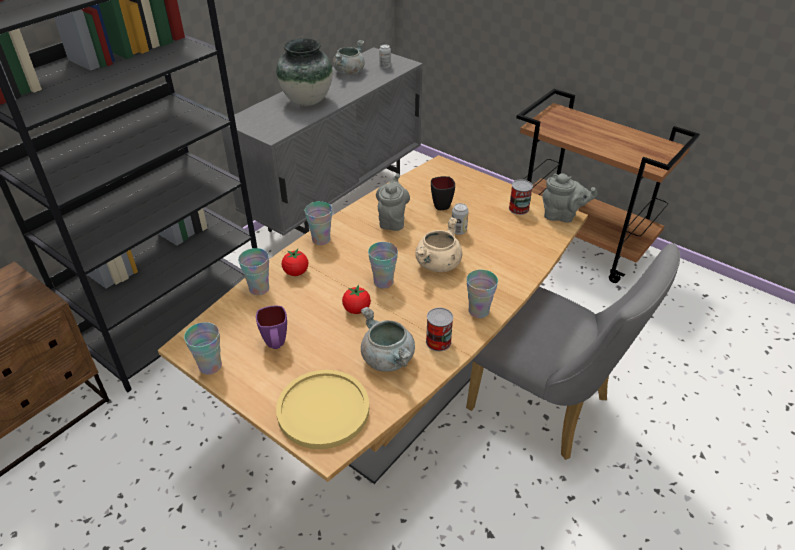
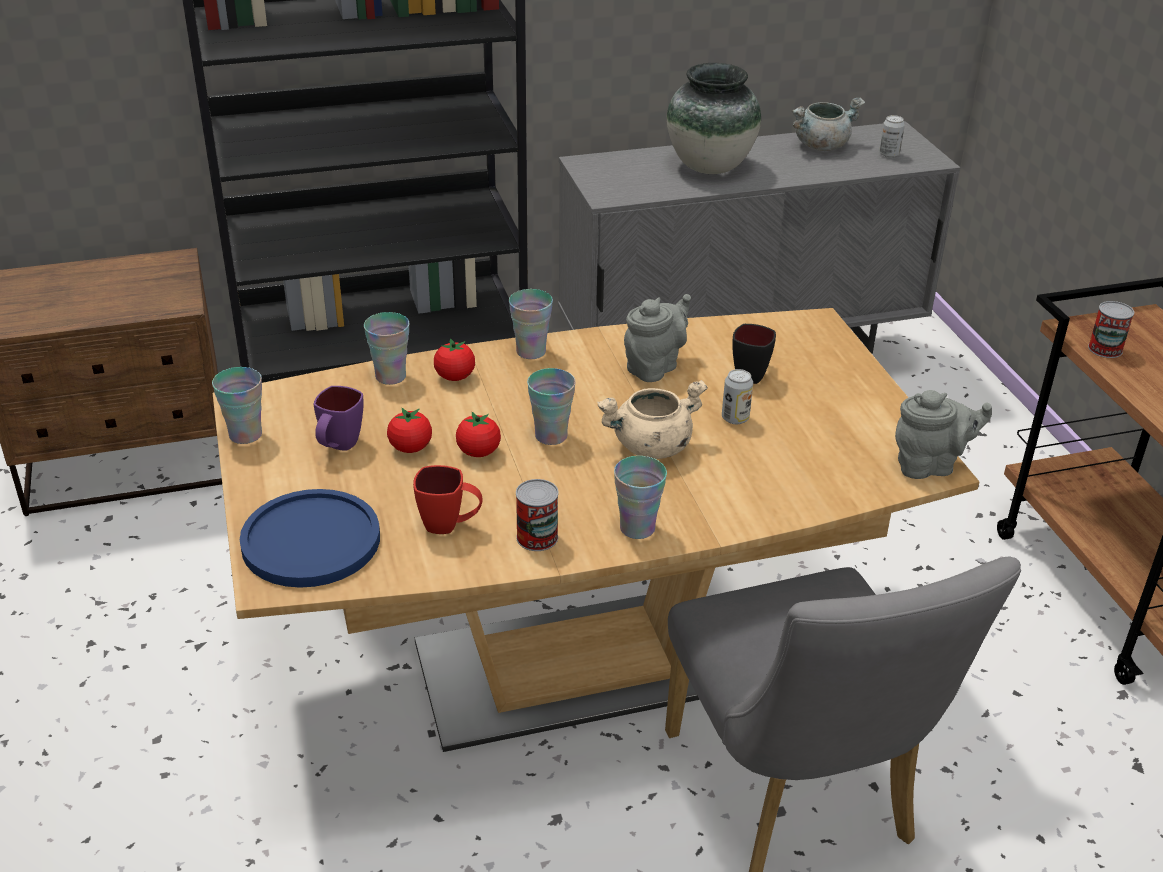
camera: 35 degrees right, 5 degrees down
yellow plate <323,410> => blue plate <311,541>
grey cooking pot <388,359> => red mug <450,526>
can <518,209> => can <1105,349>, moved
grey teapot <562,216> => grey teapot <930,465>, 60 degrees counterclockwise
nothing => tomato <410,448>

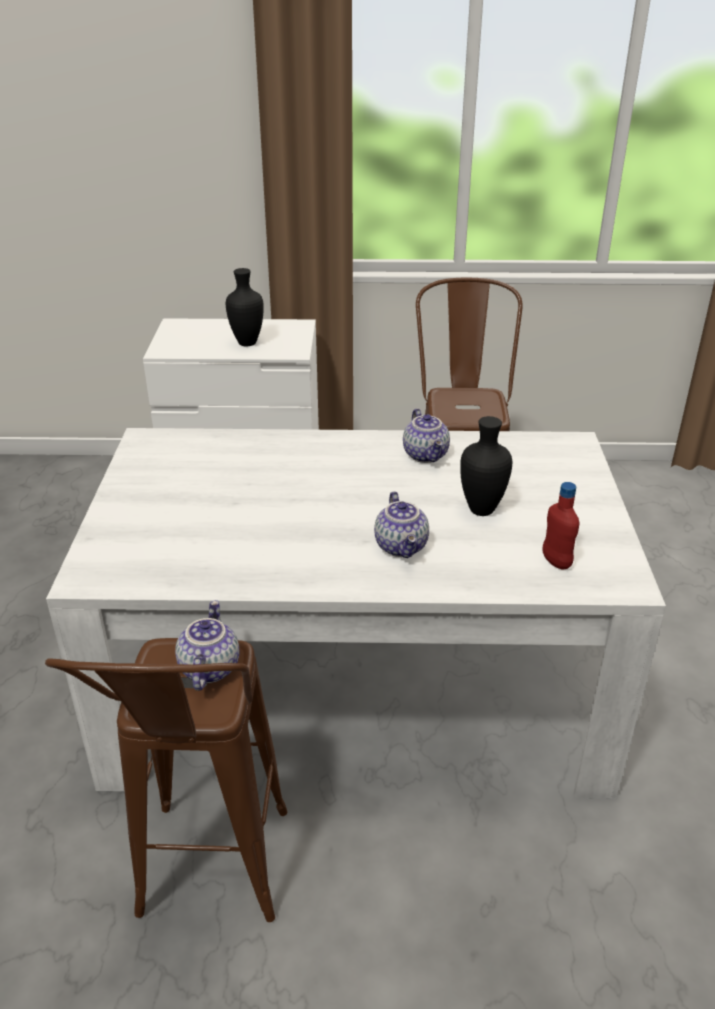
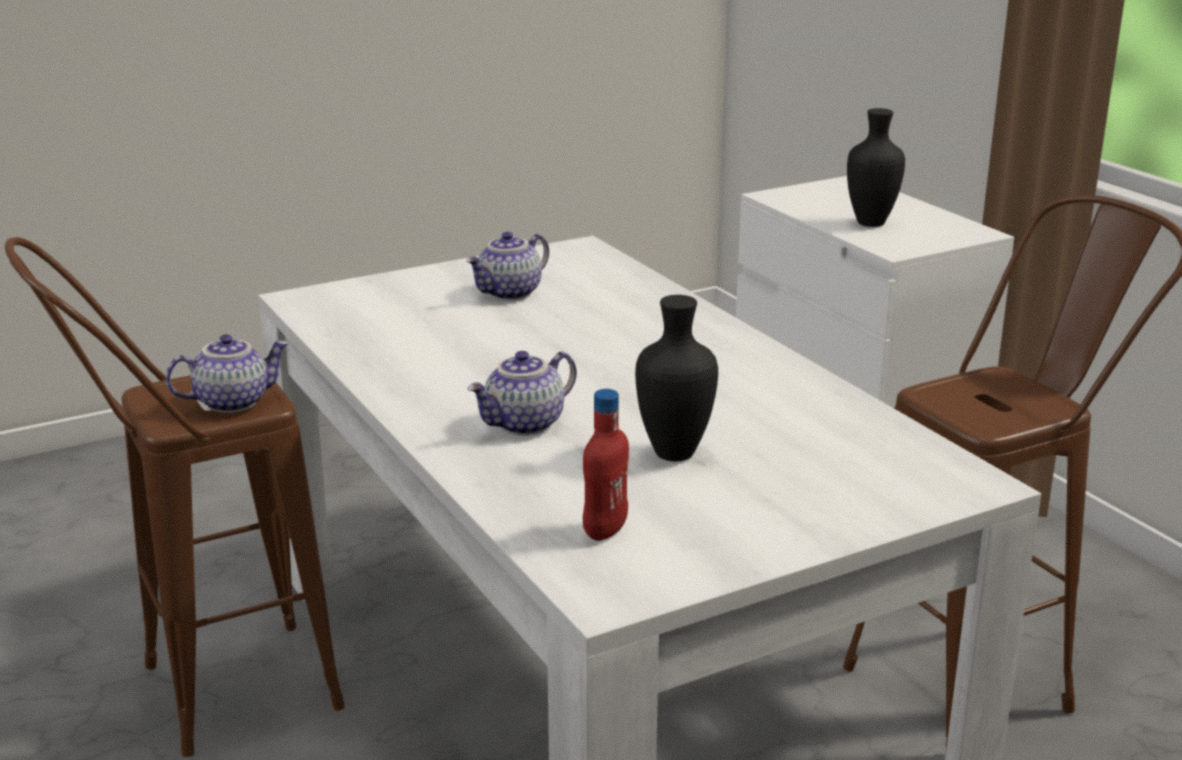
camera: 60 degrees right, 10 degrees down
teapot <426,455> => teapot <510,293>, moved

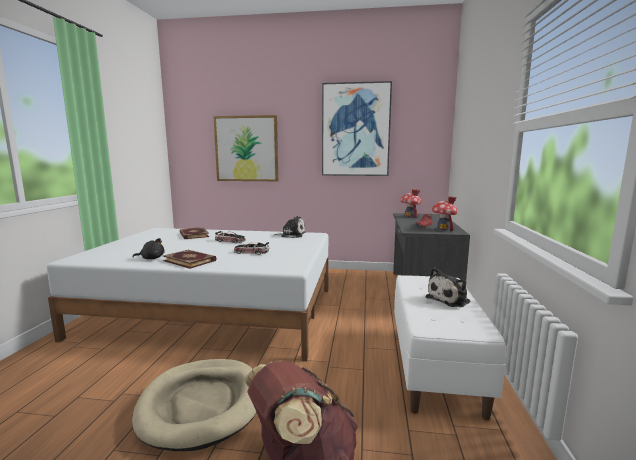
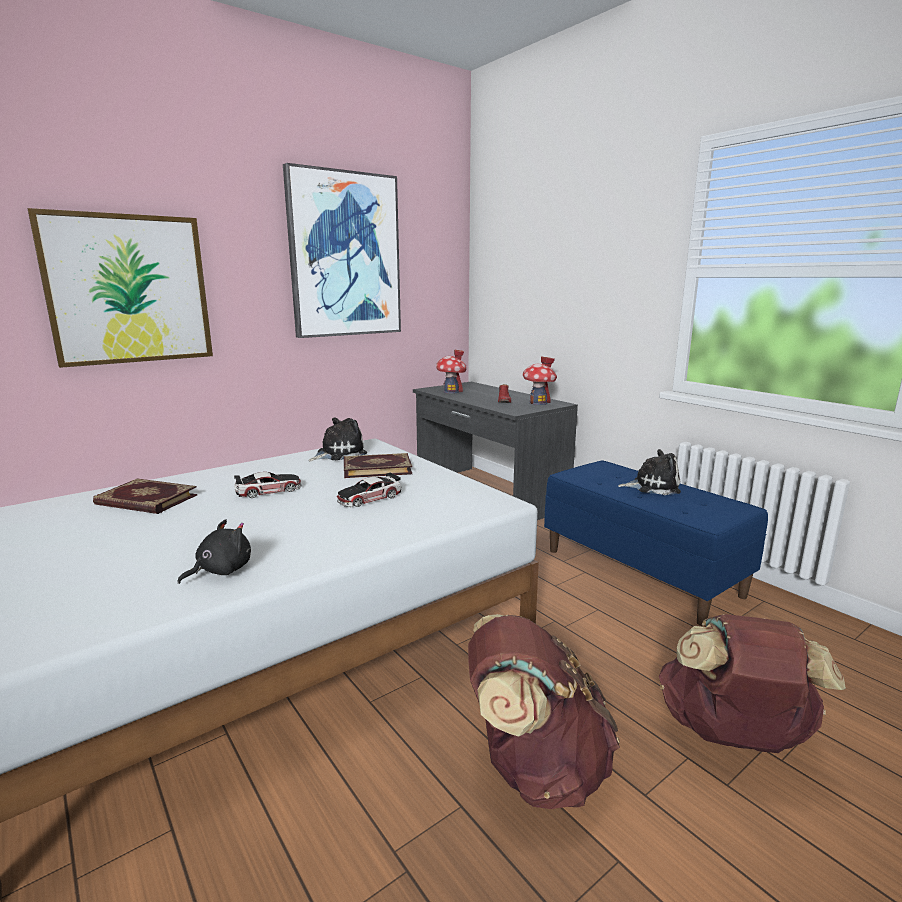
camera: 45 degrees left, 5 degrees up
beige dog bed <201,404> => brown backpack <534,766>
book <190,260> => book <377,468>, moved
white bench <435,367> => blue bench <641,572>
plush toy <449,299> => plush toy <652,486>, 90 degrees counterclockwise

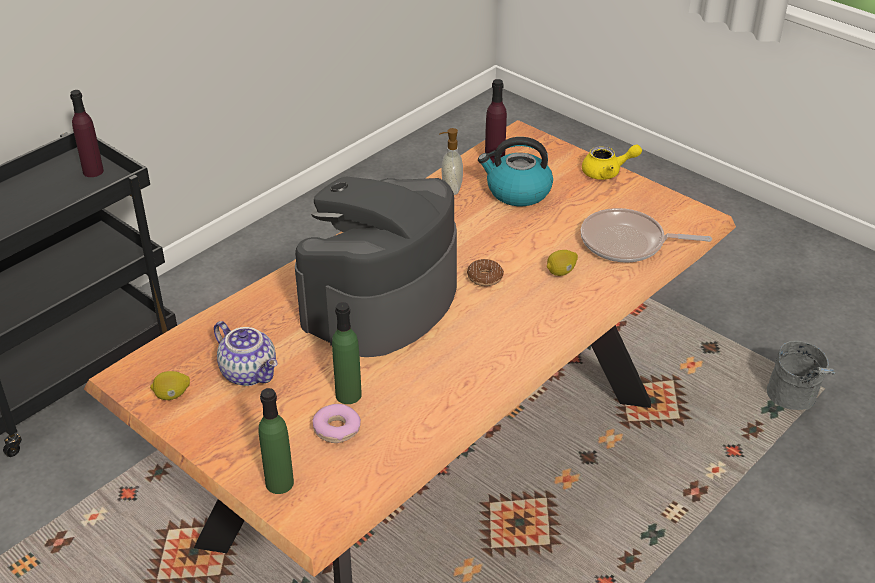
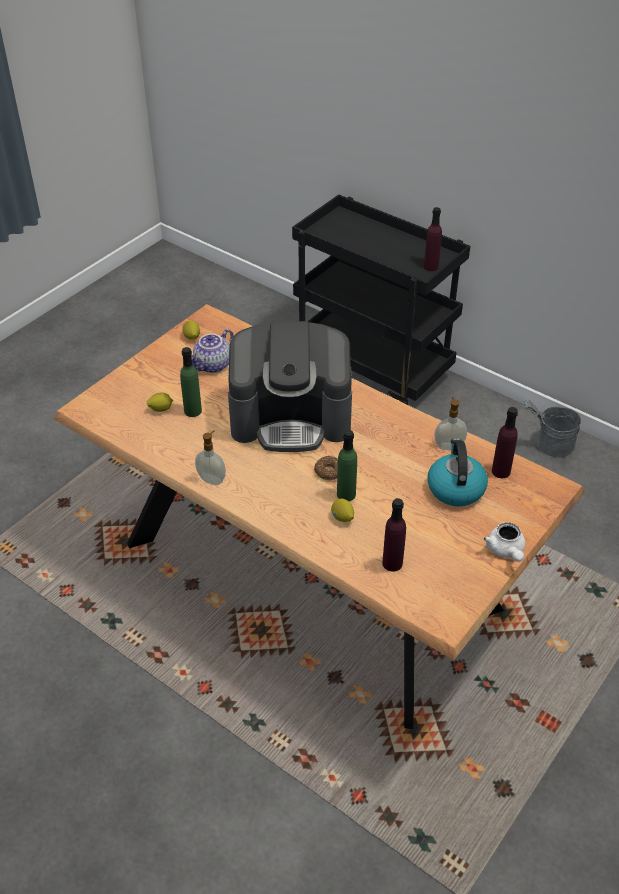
camera: 85 degrees right, 5 degrees up
green bottle <279,483> => green bottle <346,494>, moved
coffee machine <380,302> => coffee machine <291,417>, 150 degrees clockwise
donut <337,429> => lemon <161,409>
frying pan <627,243> => purple bottle <392,563>
yellow teapot <607,172> => white teapot <506,551>
grey bucket <794,401> => grey bucket <548,446>, moved
nothing => soap dispenser <212,479>

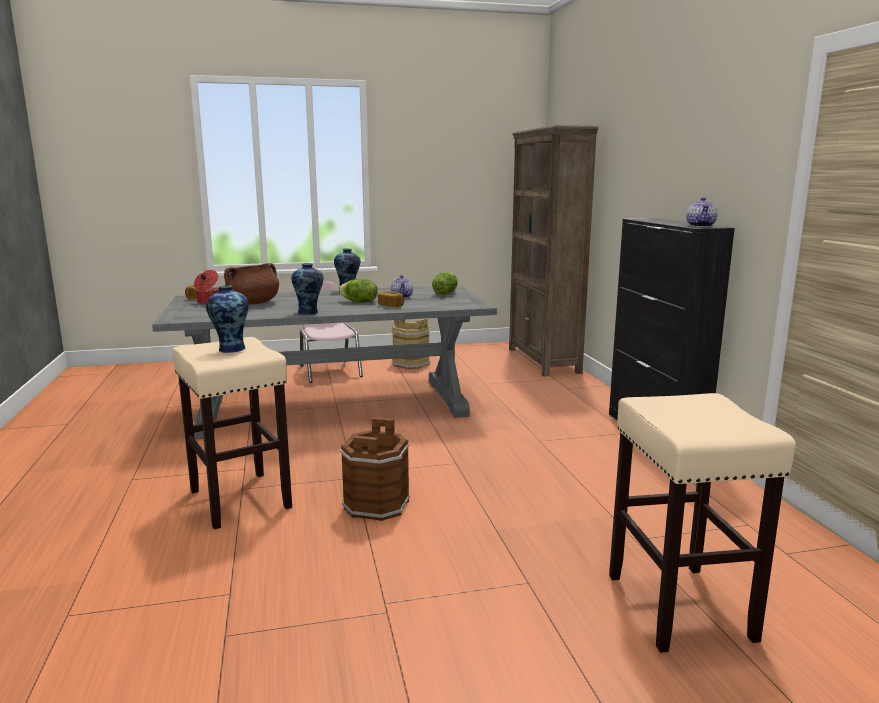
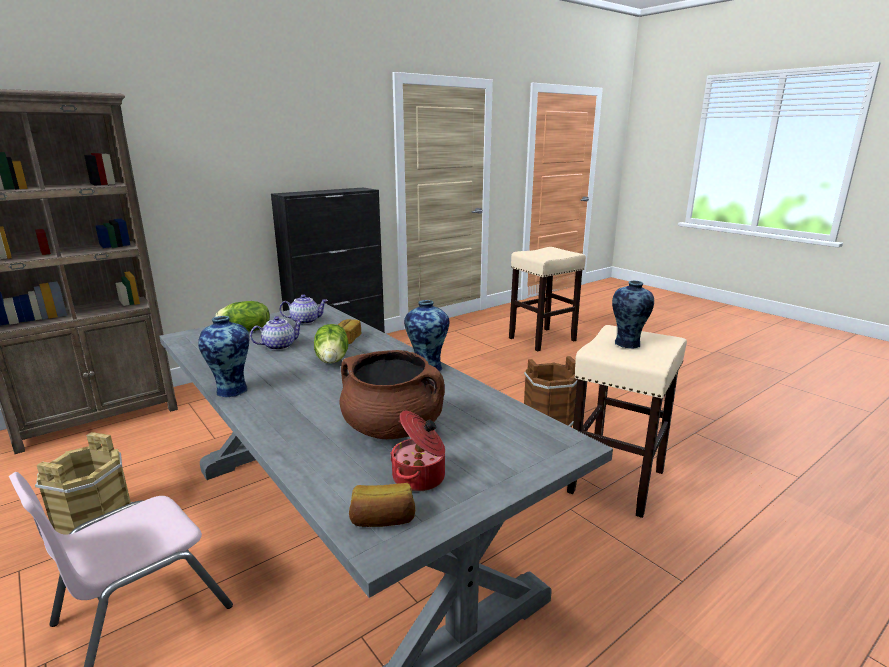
camera: 115 degrees left, 5 degrees up
teapot <701,226> => teapot <305,321>, moved

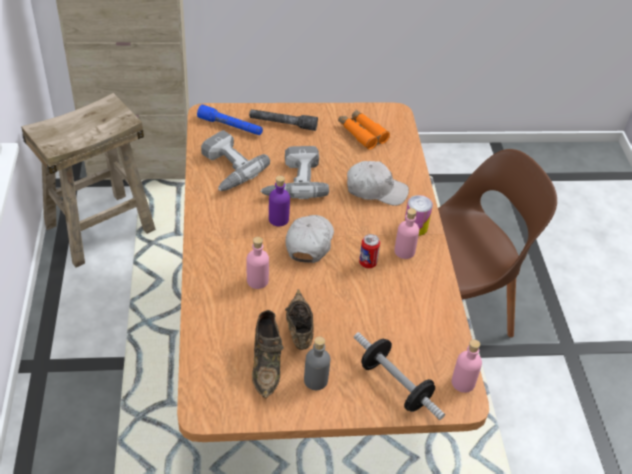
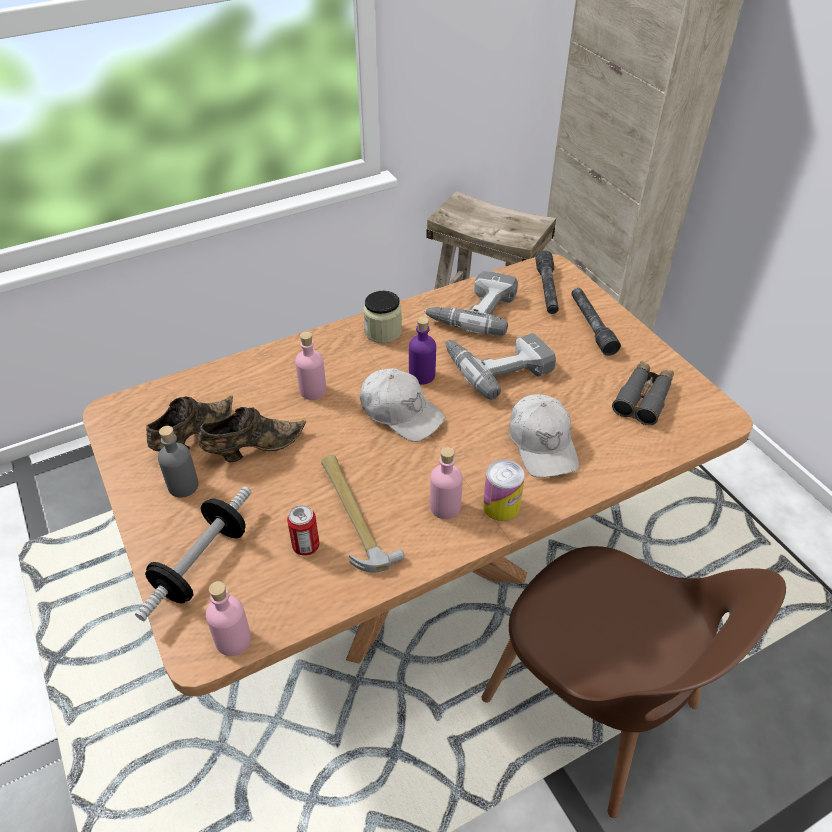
camera: 70 degrees right, 0 degrees up
blue flashlight <230,126> => grey flashlight <547,290>
brown shoe <267,363> => brown shoe <193,437>, 150 degrees clockwise
white cap <309,242> => white cap <401,412>, 45 degrees clockwise
orange binoculars <362,133> => grey binoculars <643,398>
can <367,263> => can <306,546>, moved
nothing => hammer <354,514>
nothing => jar <383,332>

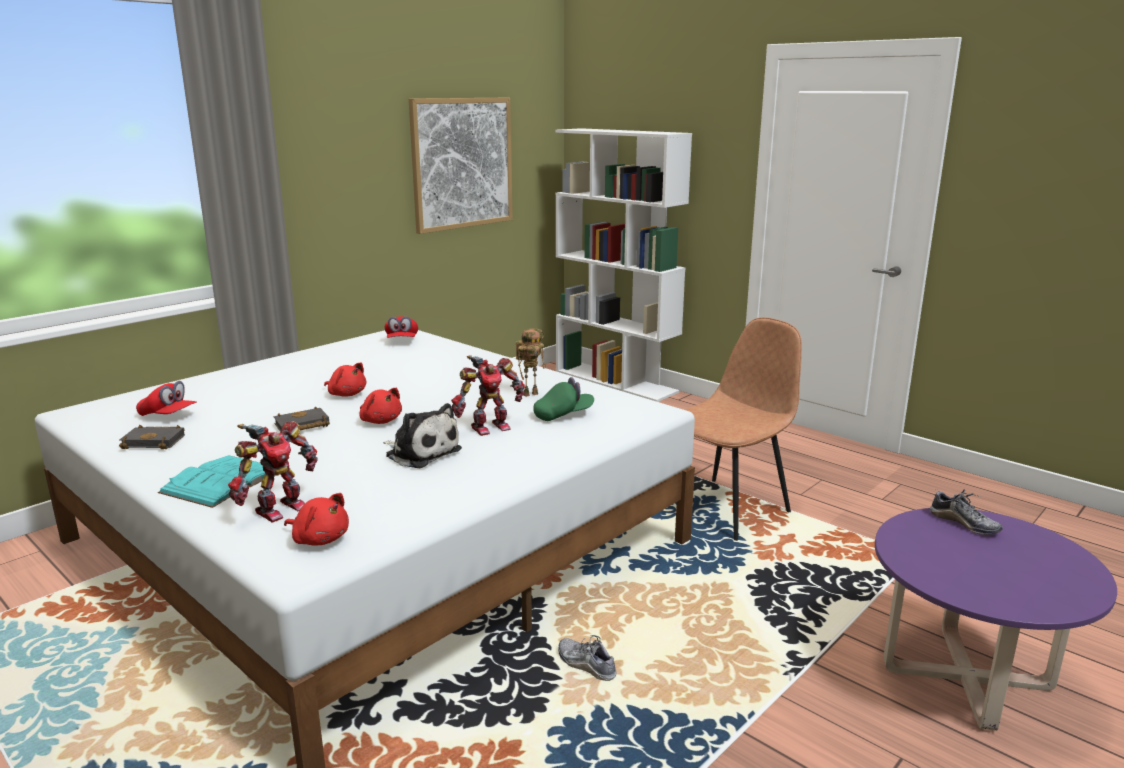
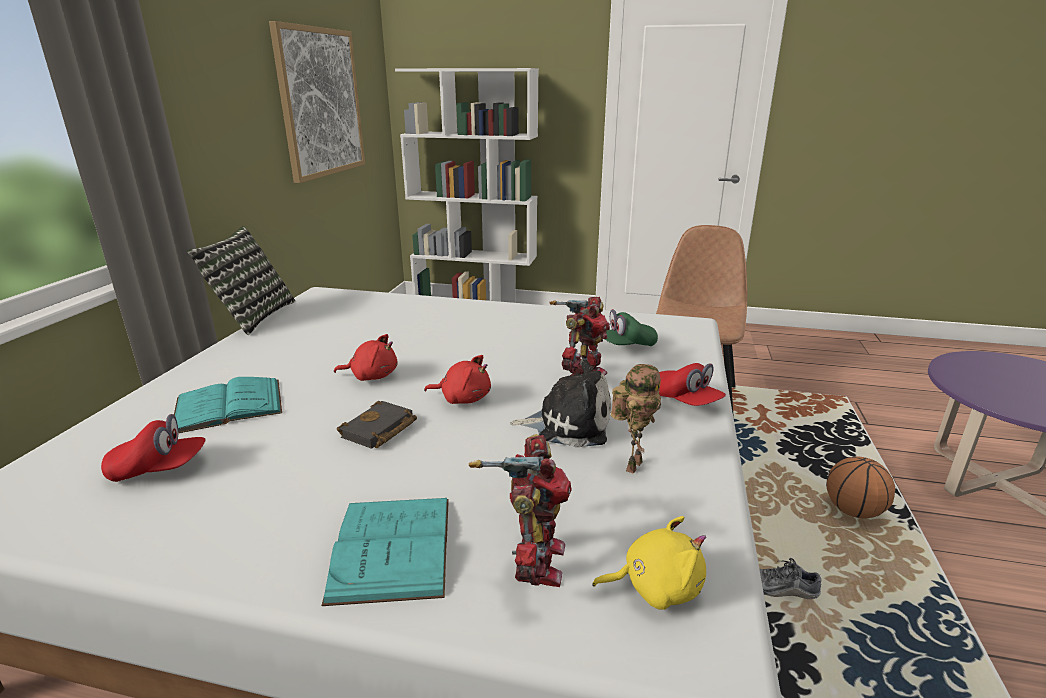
camera: 30 degrees left, 5 degrees up
black book <156,441> => nothing
red plush toy <319,539> => yellow plush toy <655,587>
red cap <402,341> => red cap <685,401>, moved
toy robot <531,394> => toy robot <632,464>, moved
green cap <563,415> => green cap <626,346>, 150 degrees counterclockwise
shoe <964,523> => nothing
nothing => turquoise book <228,405>
nothing => pillow <252,316>
nothing => basketball <853,511>

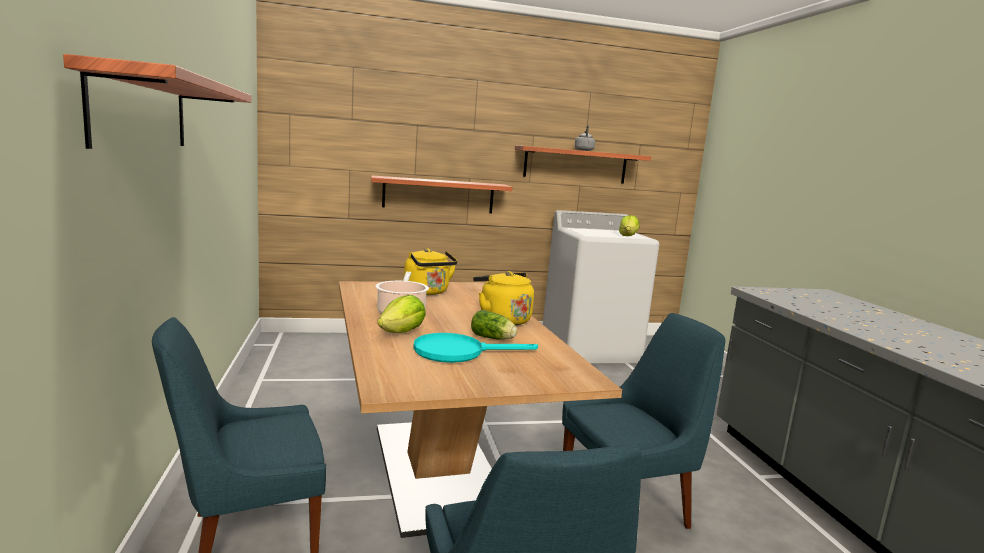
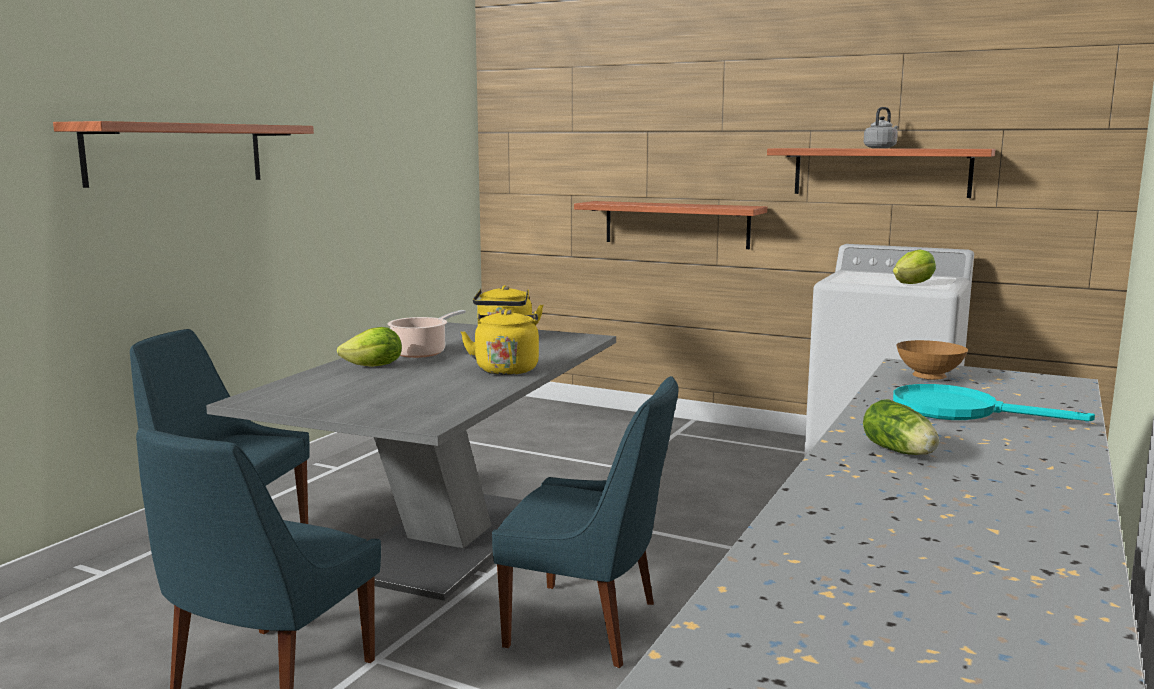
camera: 40 degrees right, 0 degrees up
brown dining table <438,470> => grey dining table <447,540>
turquoise frying pan <458,352> => turquoise frying pan <960,410>, moved
lettuce <493,338> => lettuce <901,452>, moved
nothing => brown bowl <930,378>

